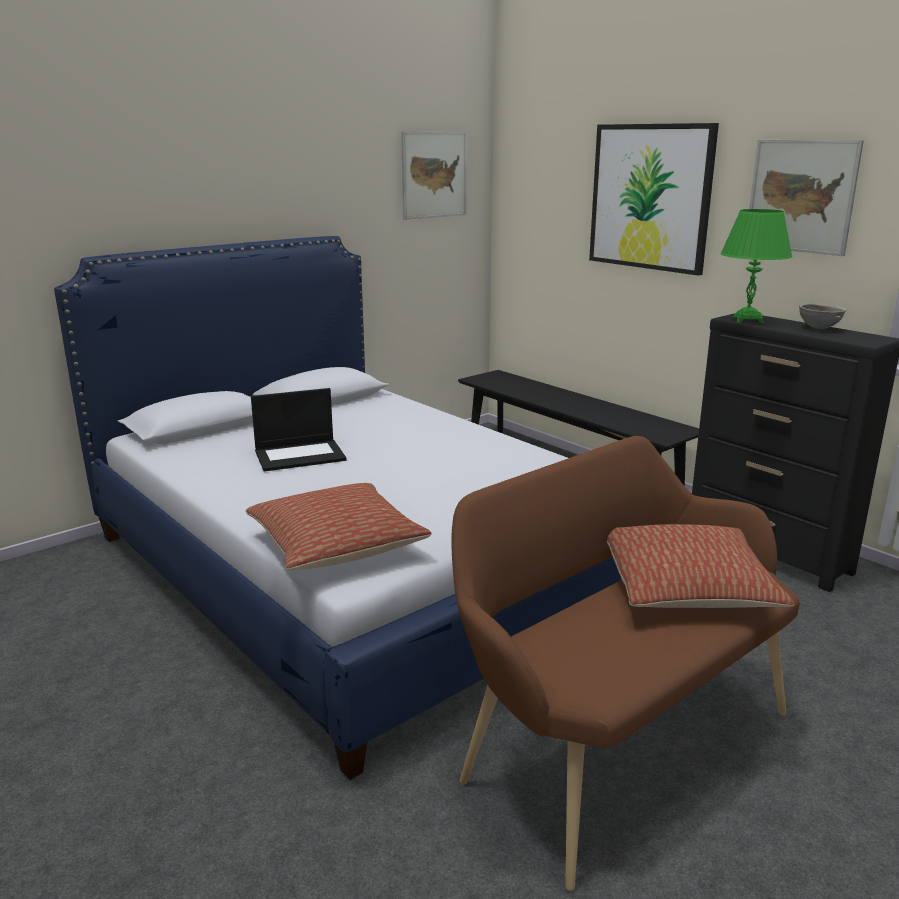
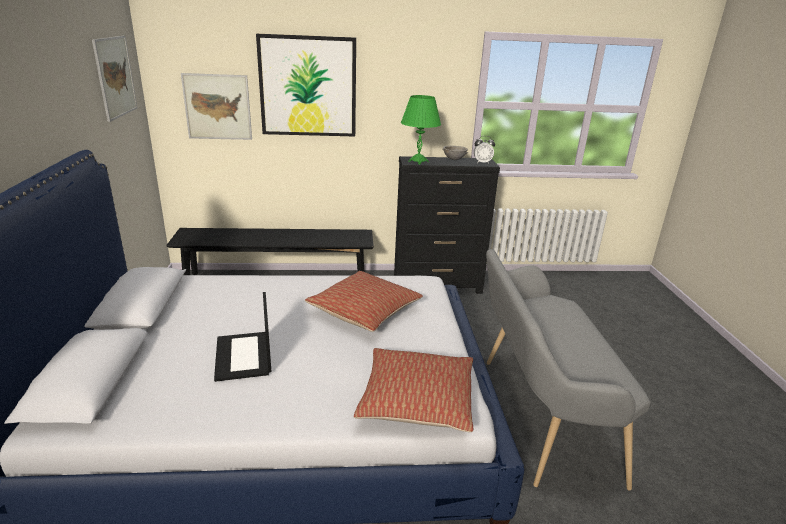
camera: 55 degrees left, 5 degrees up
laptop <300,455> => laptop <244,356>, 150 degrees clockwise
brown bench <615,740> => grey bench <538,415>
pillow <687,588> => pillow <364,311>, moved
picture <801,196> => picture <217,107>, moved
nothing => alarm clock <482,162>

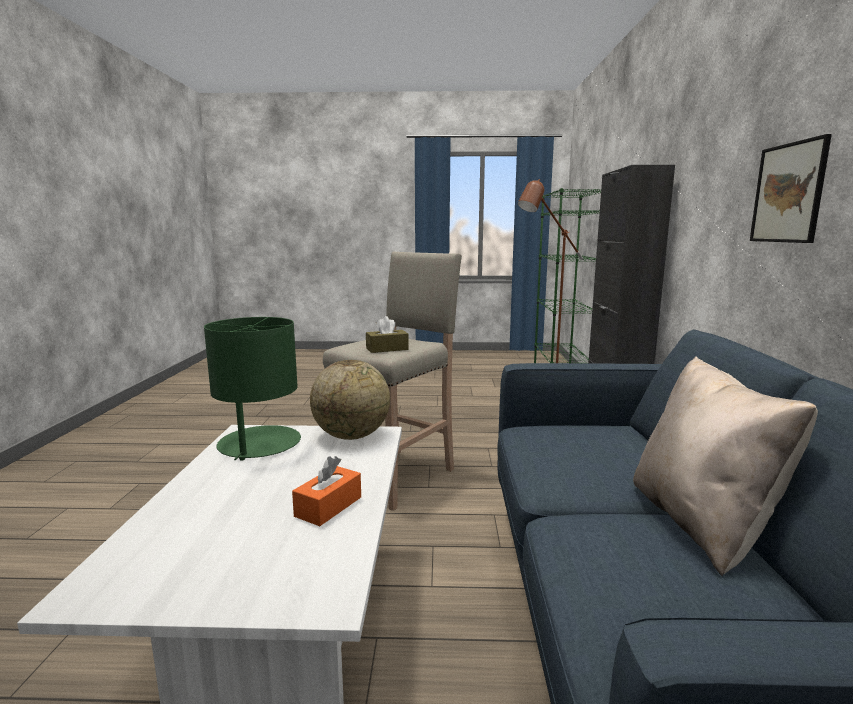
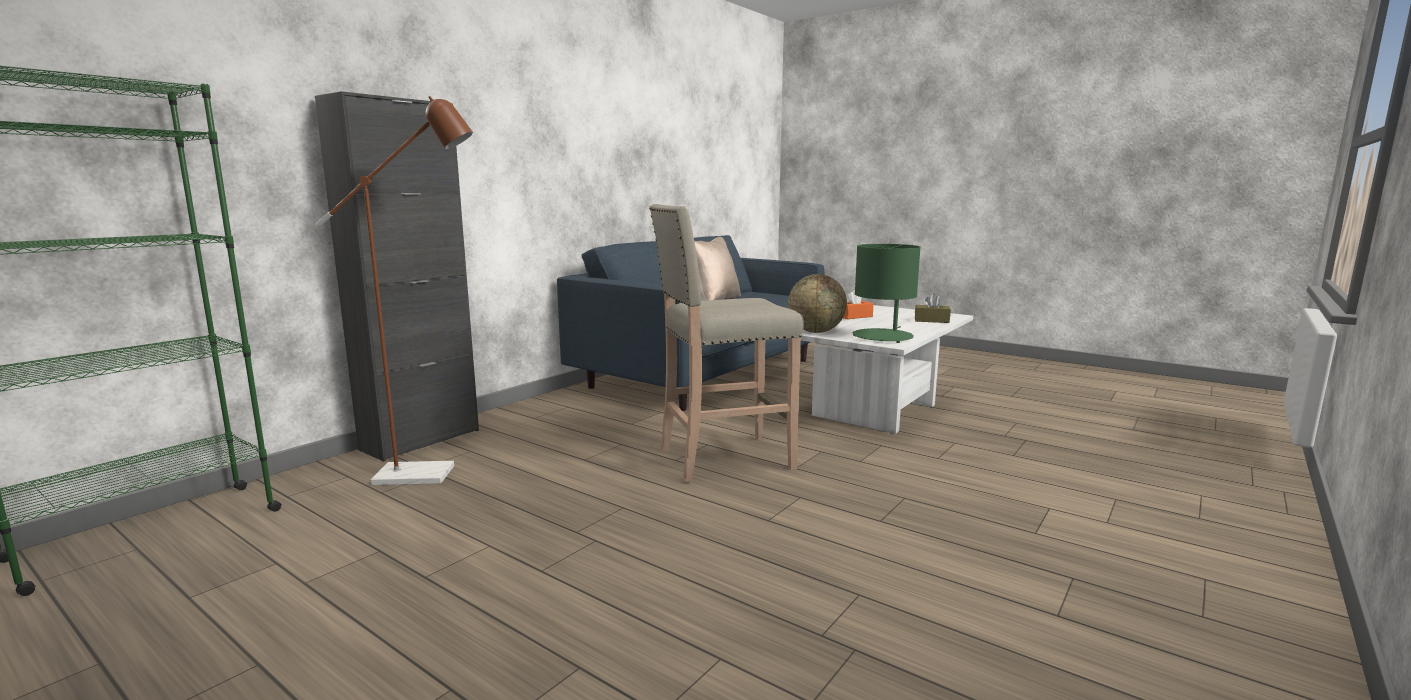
camera: 145 degrees left, 0 degrees up
brown tissue box <387,349> => brown tissue box <931,320>, moved
picture <788,193> => nothing

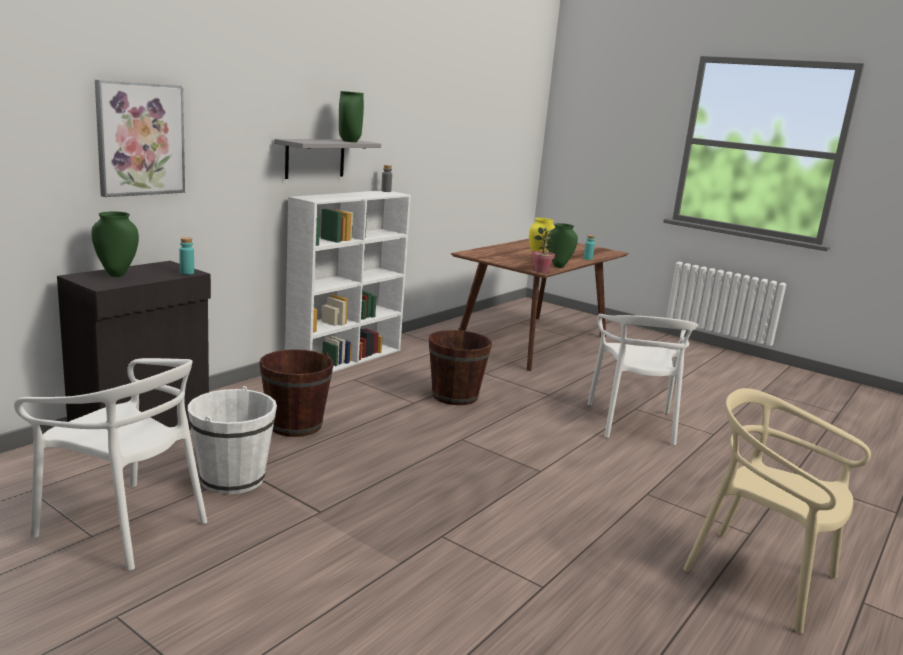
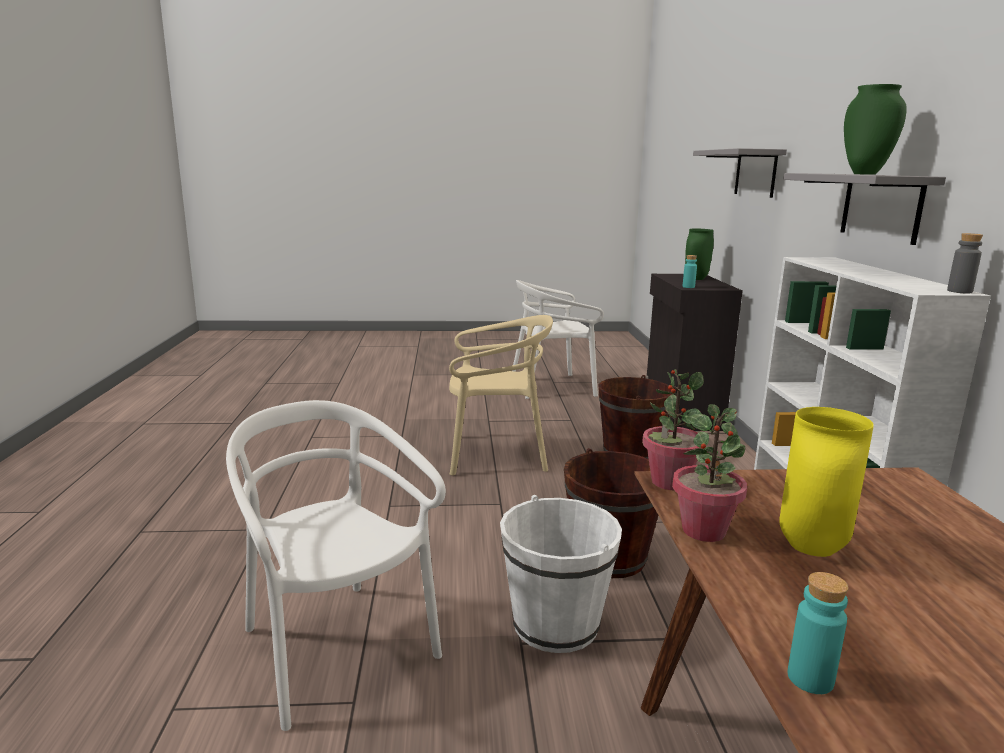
camera: 140 degrees right, 0 degrees up
picture <140,139> => grey shelf <755,173>
white bucket <233,478> => white bucket <555,624>, moved
green vase <558,266> => potted plant <704,530>
beige chair <761,577> => beige chair <496,455>, moved

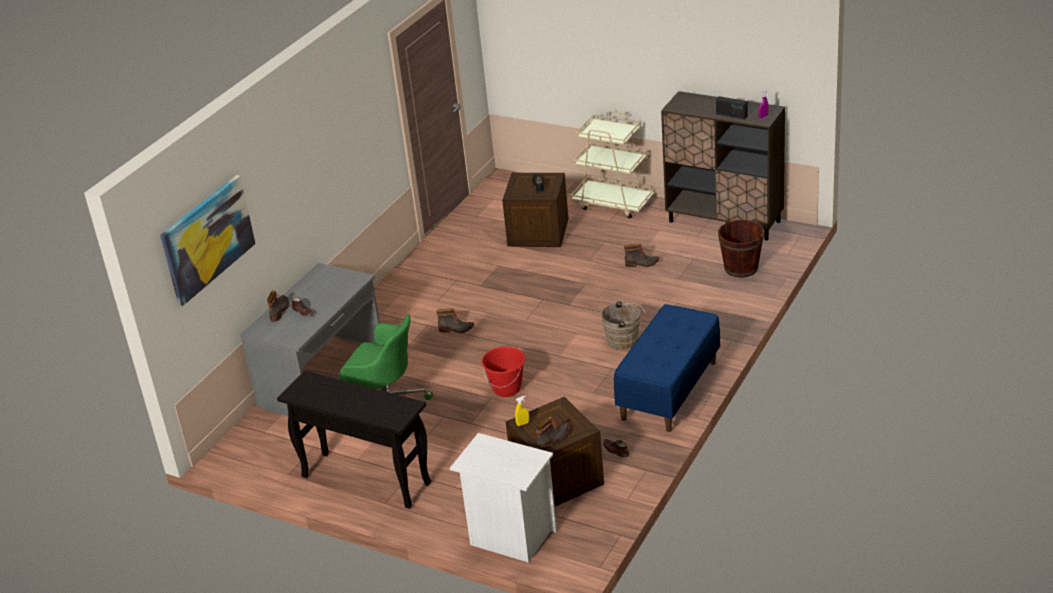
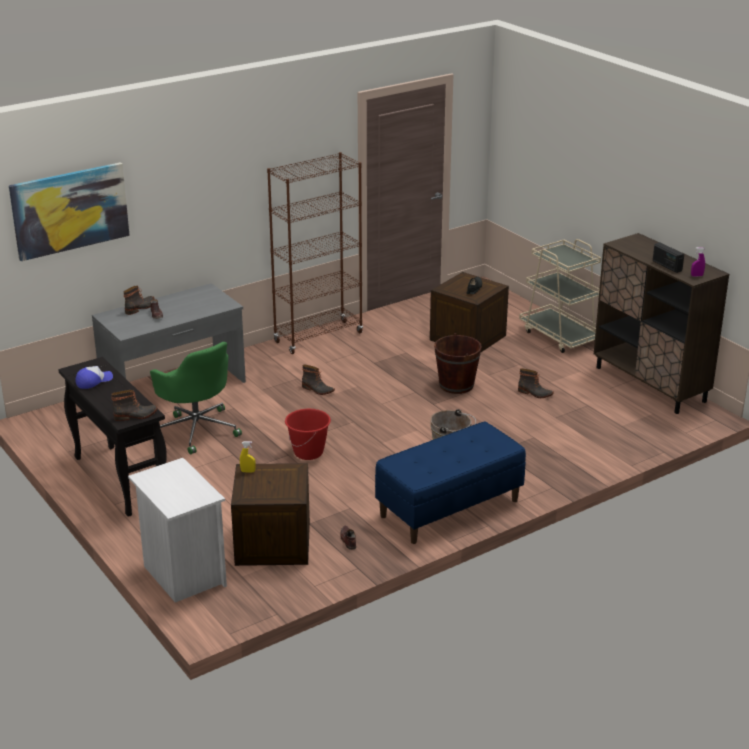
camera: 25 degrees right, 5 degrees down
boot <554,439> => boot <136,416>, moved
brown bucket <741,268> => brown bucket <456,385>, moved
nothing => cap <93,381>
nothing => brown bookcase <318,337>

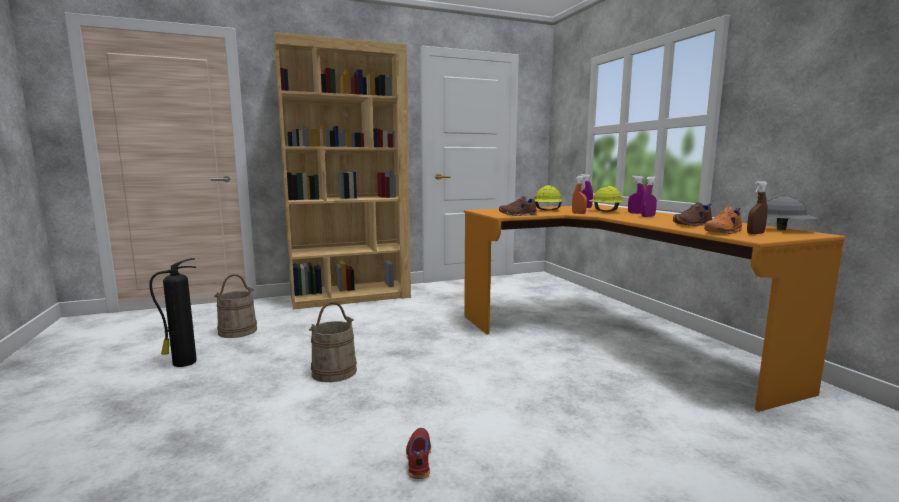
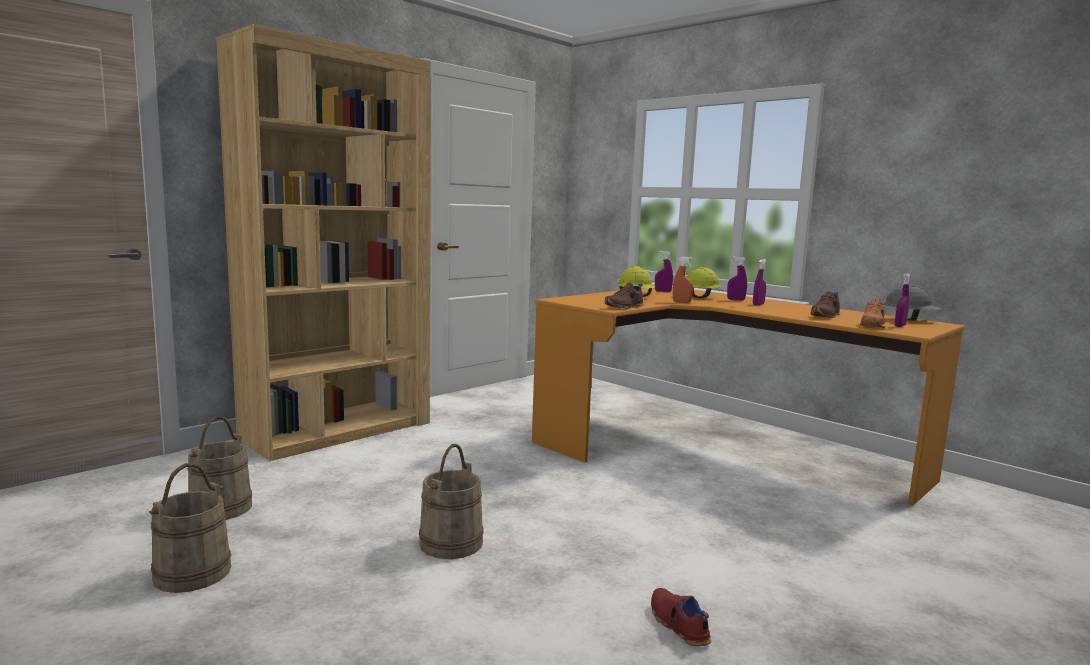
camera: 25 degrees left, 0 degrees up
fire extinguisher <183,363> => beige bucket <192,572>
brown spray bottle <755,233> => purple spray bottle <900,326>

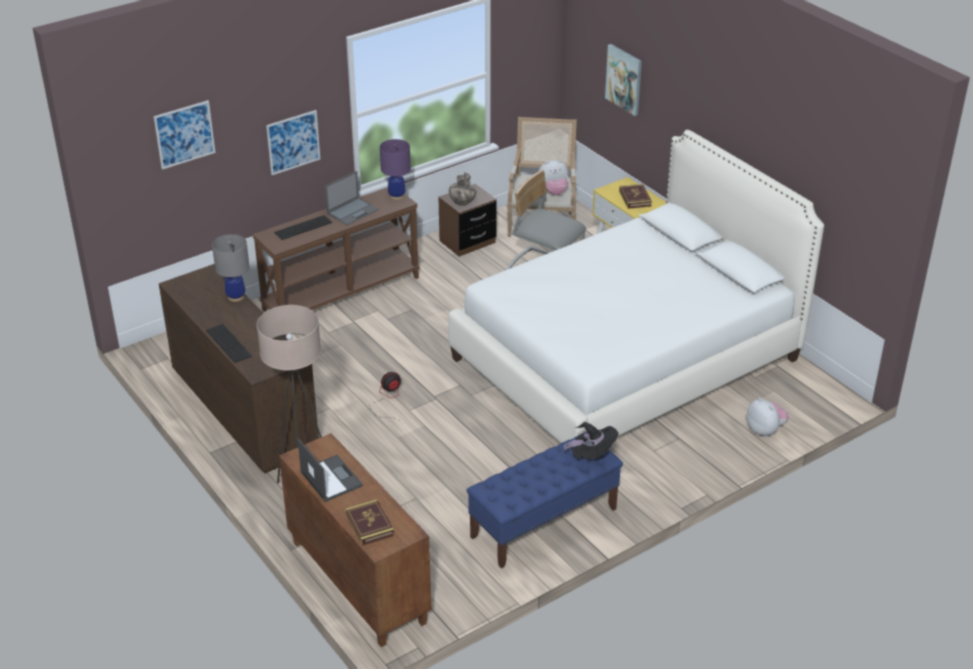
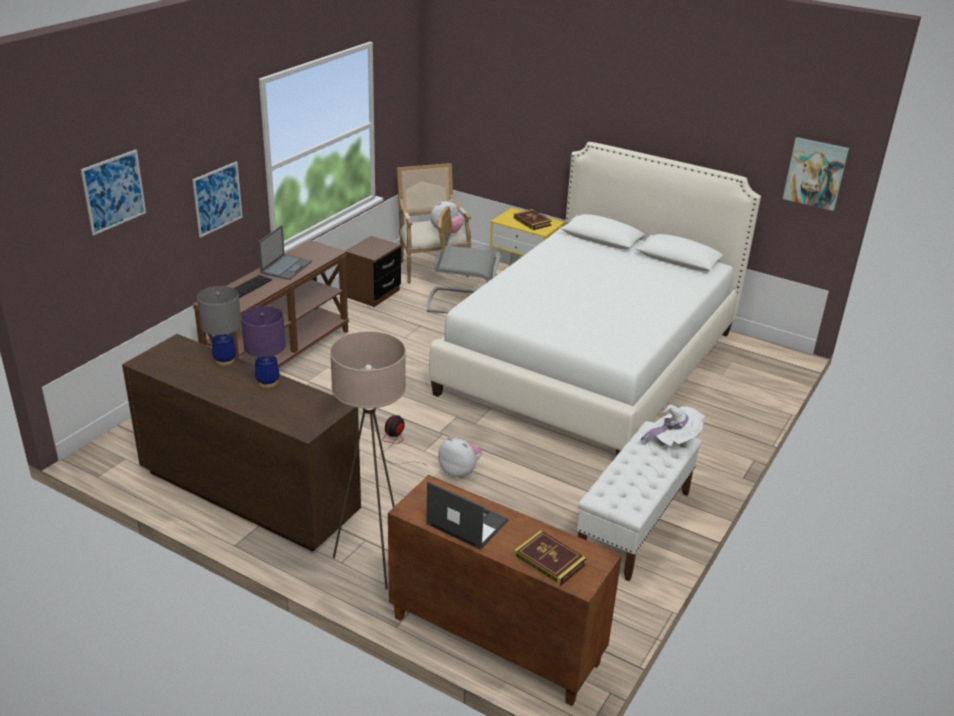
camera: 25 degrees left, 5 degrees down
keyboard <228,343> => nothing
purple table lamp <396,196> => purple table lamp <267,382>, moved
vase <462,203> => nothing
blue bench <543,523> => white bench <634,525>
black hat <592,455> => white hat <673,440>
picture <624,79> => picture <815,173>, moved
plush toy <765,430> => plush toy <459,471>, moved

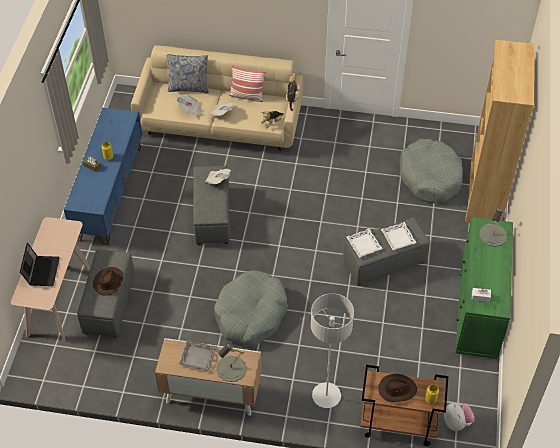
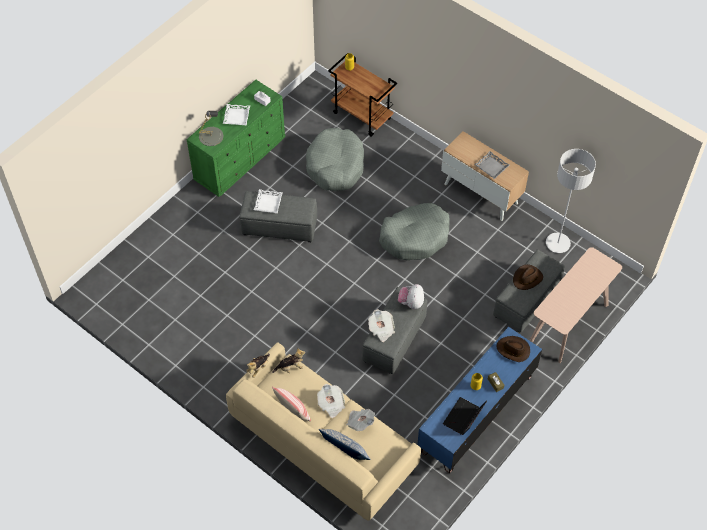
camera: 150 degrees left, 5 degrees up
laptop <41,271> => laptop <464,418>, moved
grey table lamp <231,368> => nothing
grey floor lamp <326,396> => grey floor lamp <557,243>, moved
white tray <364,245> => white tray <236,116>, moved
brown hat <397,389> => brown hat <513,350>, moved
grey dog bed <430,177> => grey dog bed <335,166>, moved
plush toy <457,423> => plush toy <411,303>, moved
brown bookcase <484,194> => nothing

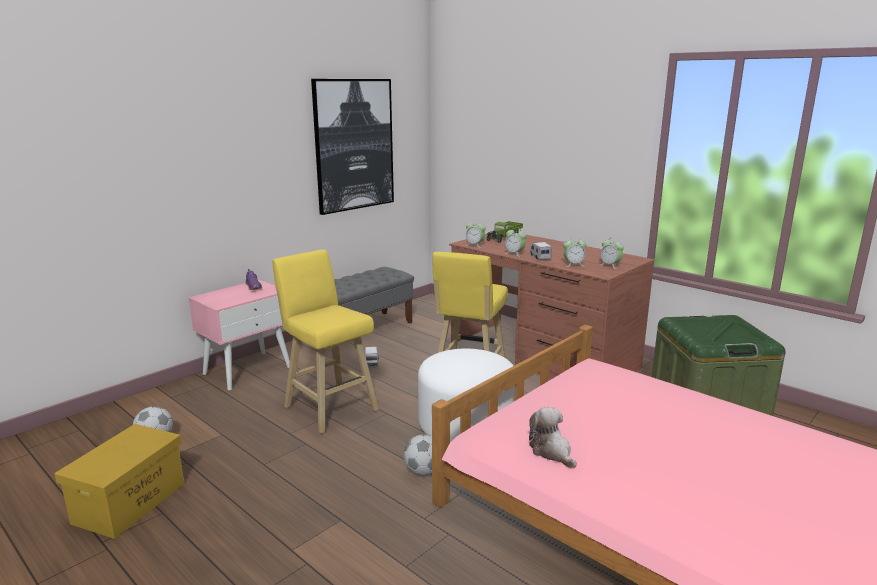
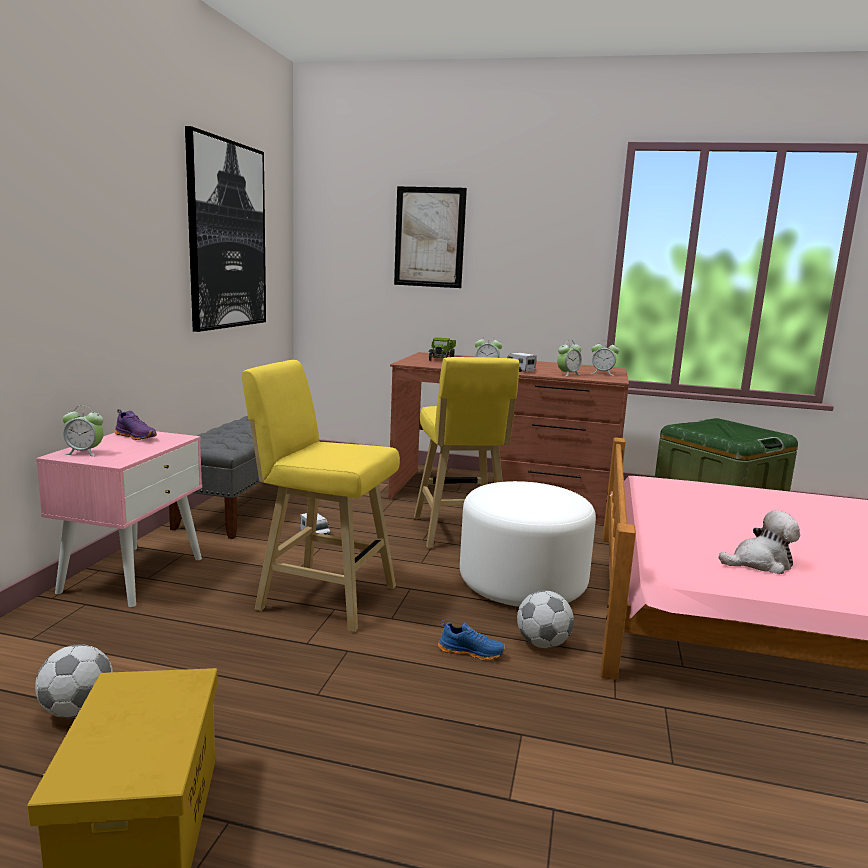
camera: 30 degrees left, 5 degrees down
alarm clock <475,245> => alarm clock <85,453>, moved
plush toy <552,451> => plush toy <760,563>, 135 degrees clockwise
nothing => picture <429,237>
nothing => blue shoe <471,651>

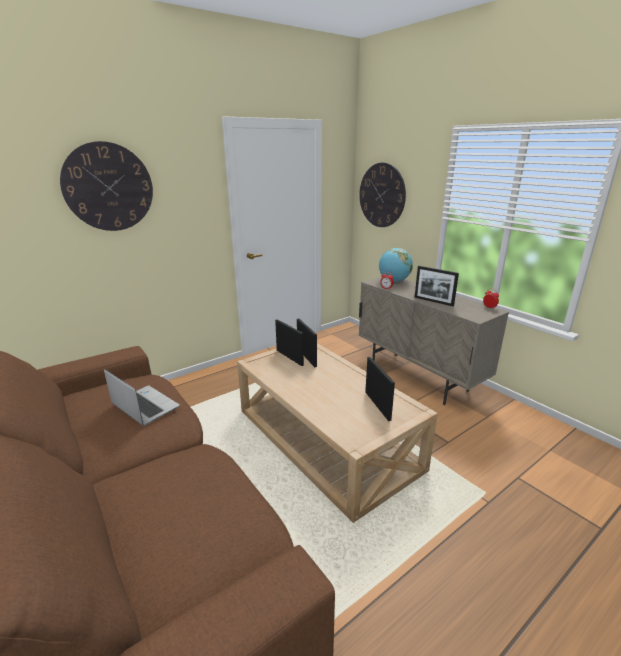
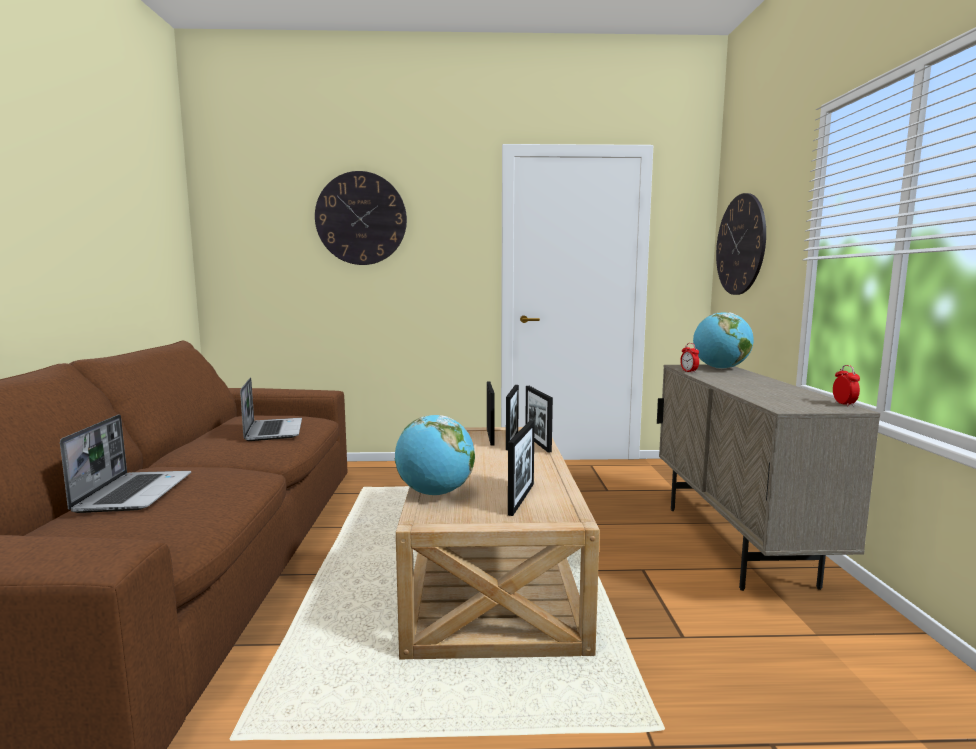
camera: 35 degrees right, 15 degrees down
picture frame <433,301> => picture frame <537,443>, moved
nothing => laptop <134,492>
nothing => globe <435,493>

